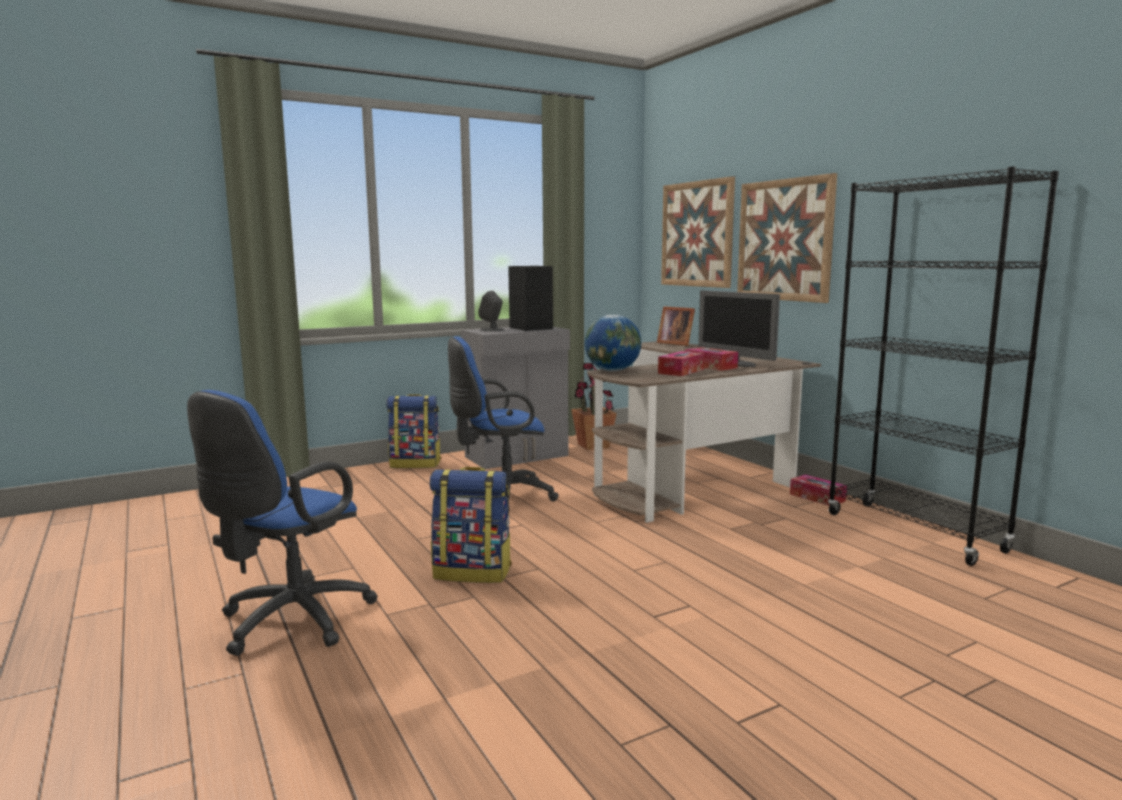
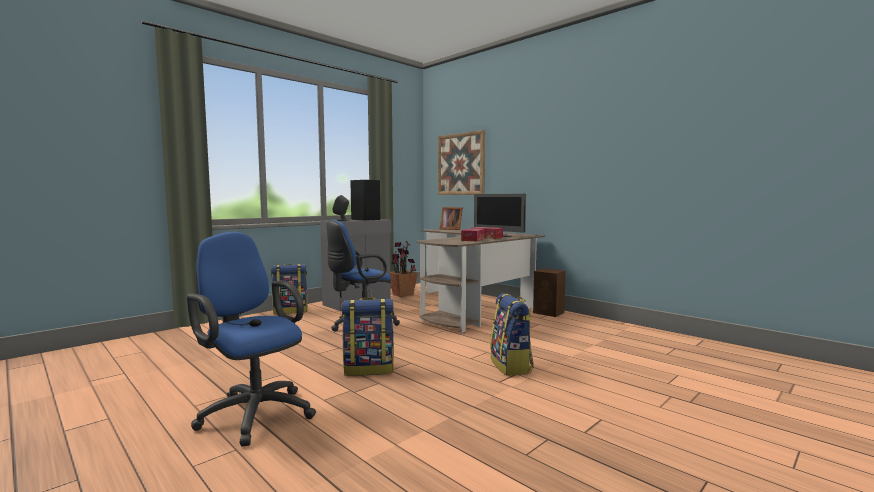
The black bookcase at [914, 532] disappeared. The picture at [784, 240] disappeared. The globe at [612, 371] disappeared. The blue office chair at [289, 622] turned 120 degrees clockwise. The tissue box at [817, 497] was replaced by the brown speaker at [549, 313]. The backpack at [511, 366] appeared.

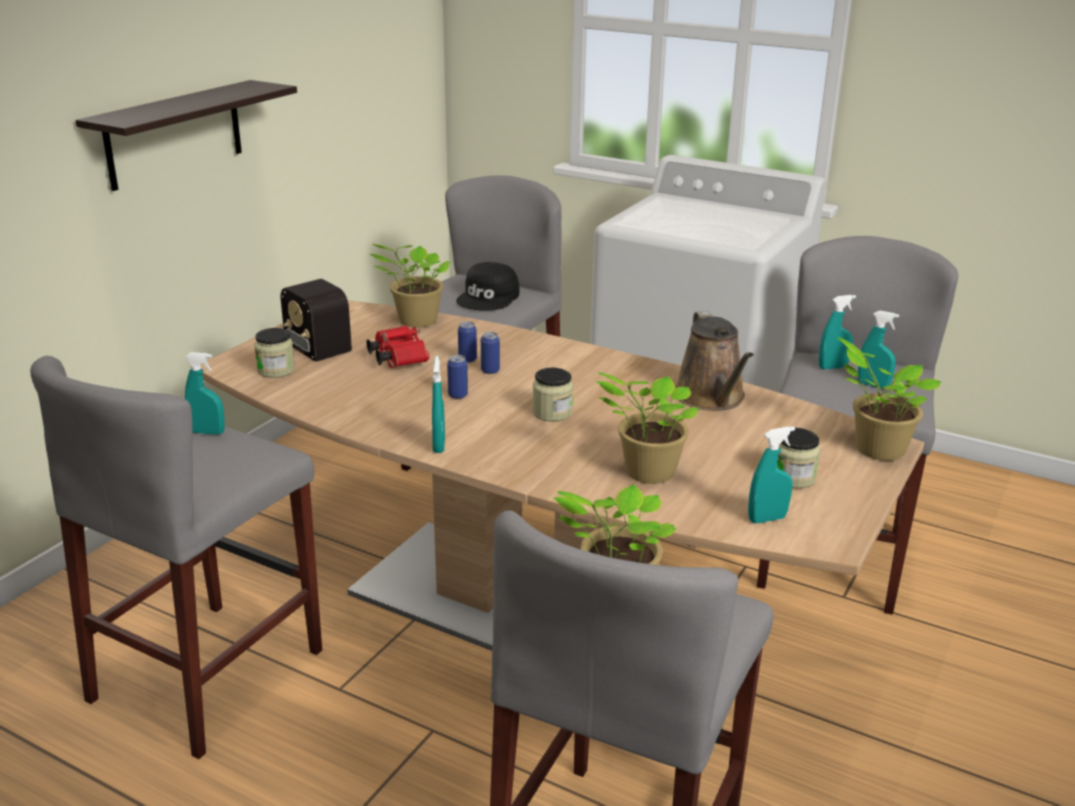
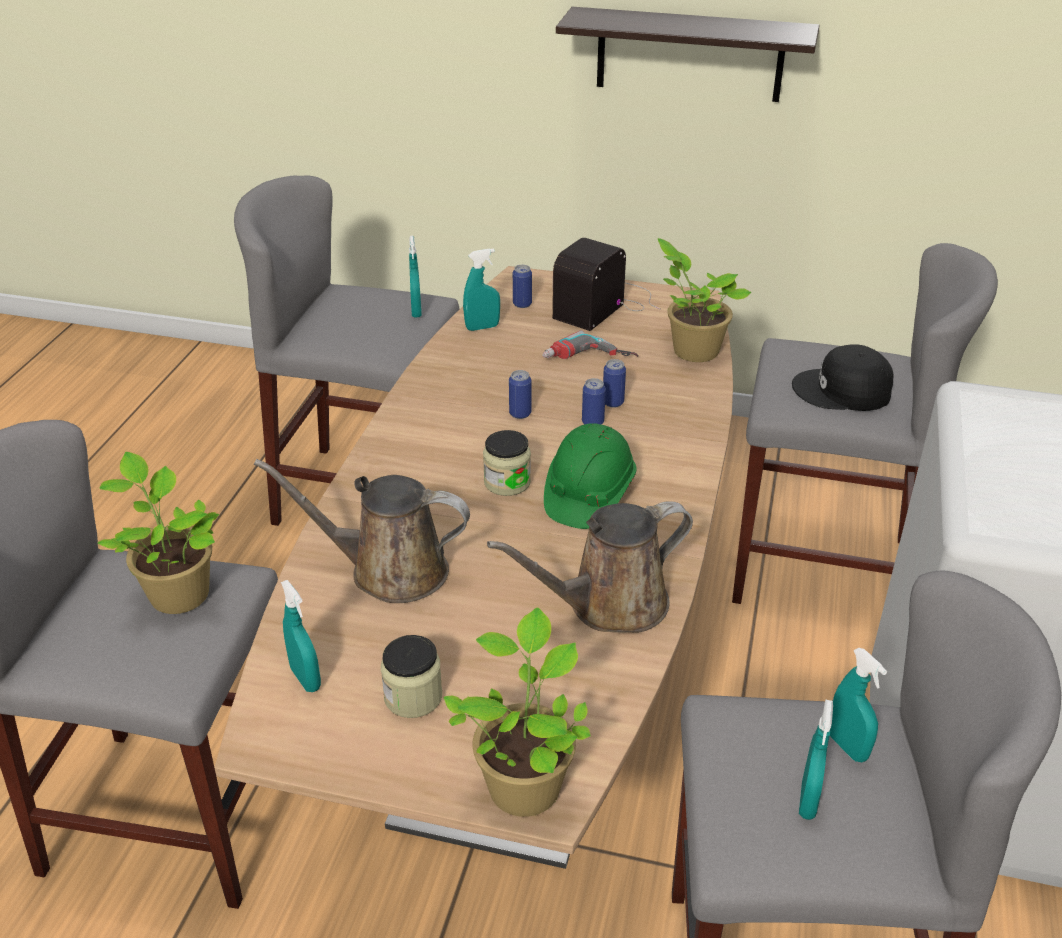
The red binoculars at [397, 358] was replaced by the power drill at [588, 360]. The jar at [276, 370] was replaced by the can at [522, 304]. The turquoise spray bottle moved from [439, 445] to [482, 327]. The potted plant at [646, 472] was replaced by the brown watering can at [389, 570]. The green hard hat at [588, 495] appeared.

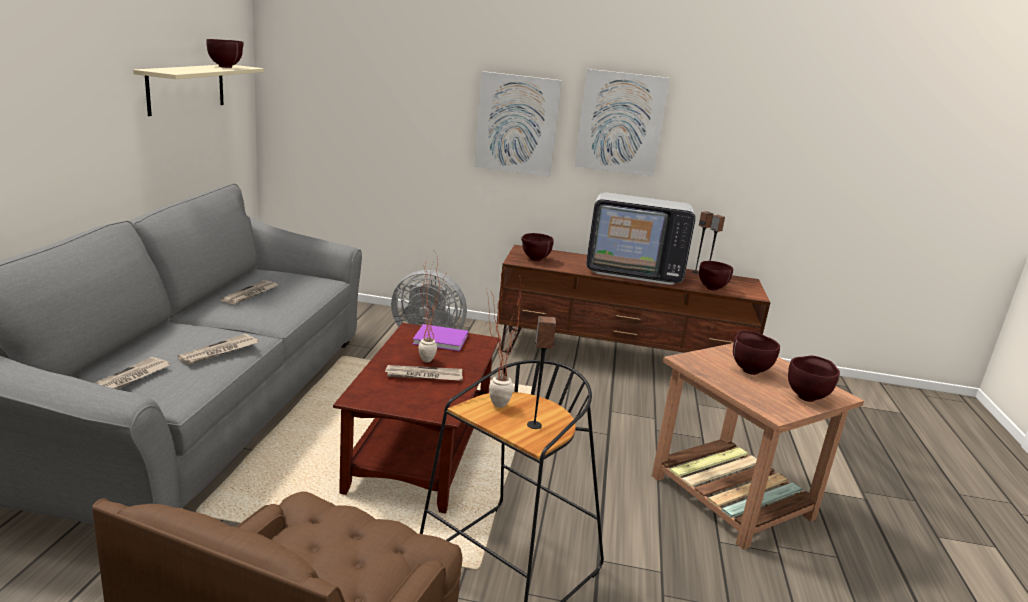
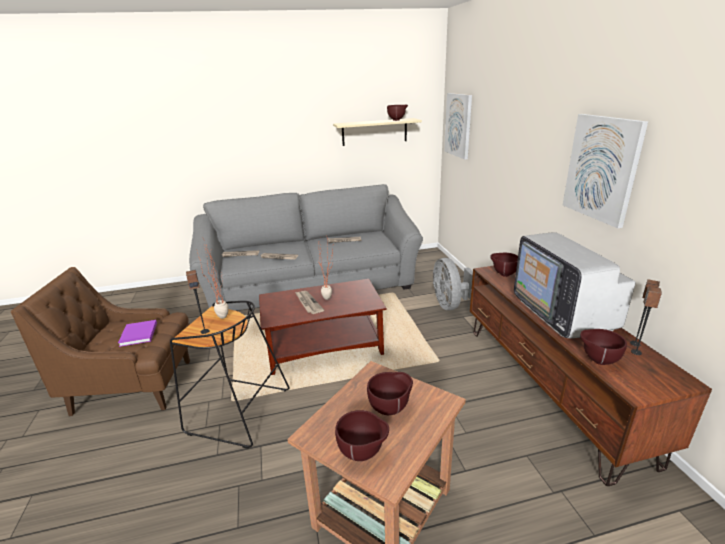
The picture moved from [517, 124] to [458, 125]. The purple book moved from [442, 340] to [138, 335].

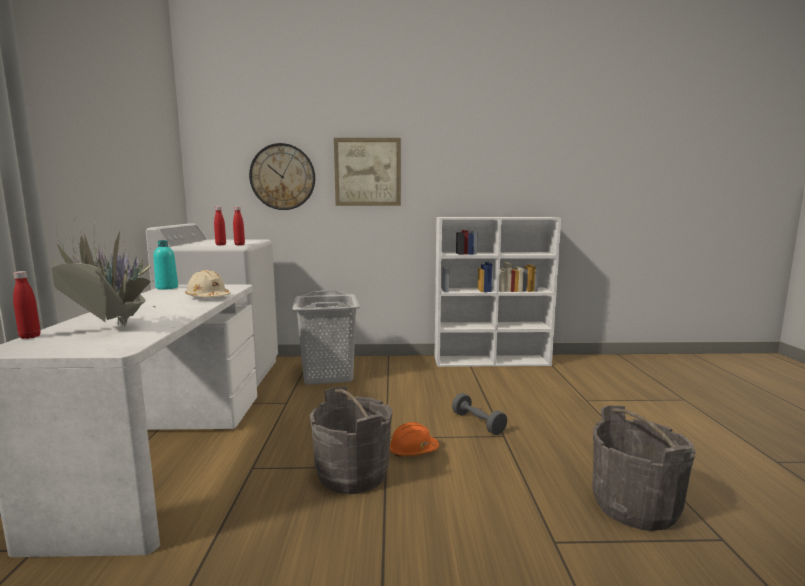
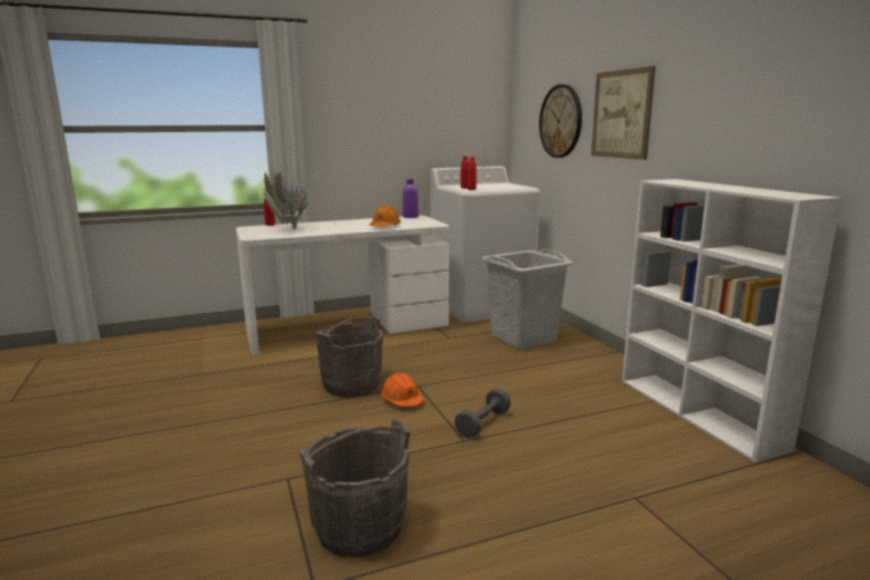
The turquoise bottle at [167, 288] became the purple bottle at [410, 217]. The beige hard hat at [208, 298] became the orange hard hat at [385, 227].

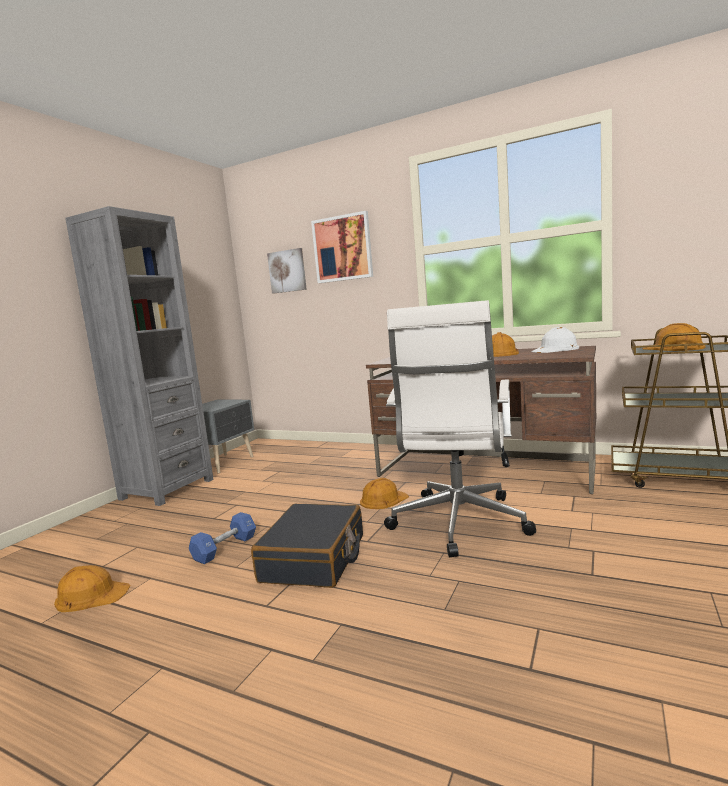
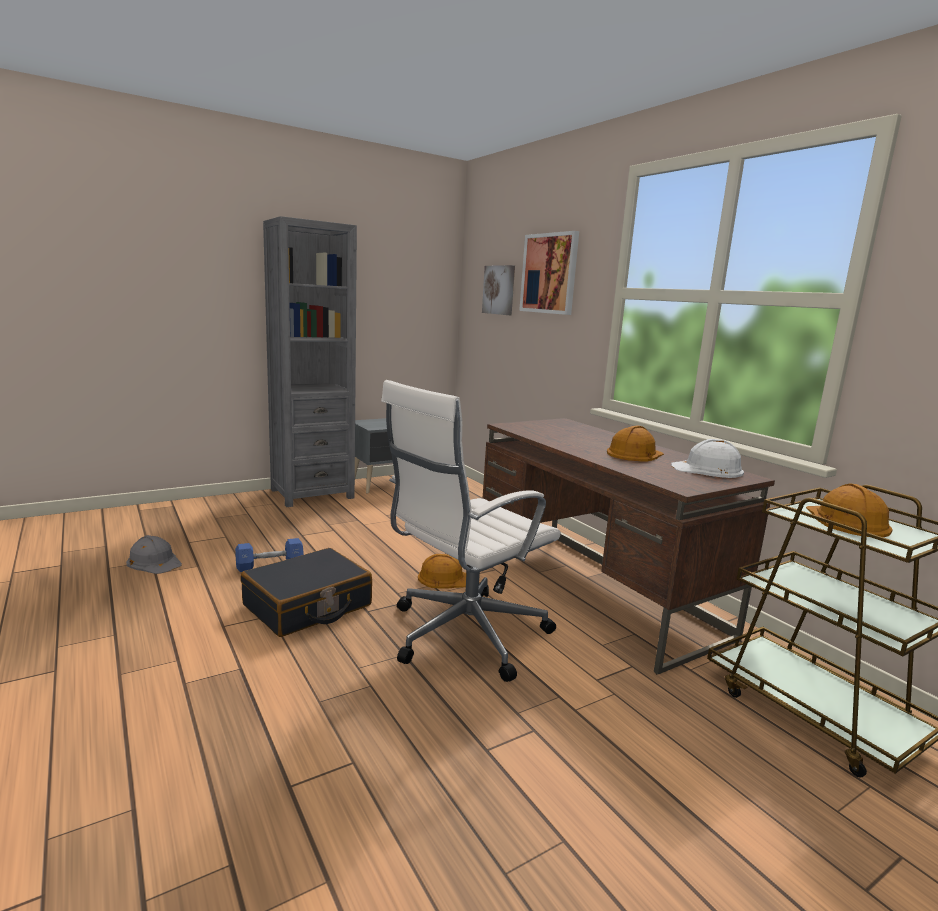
The orange hard hat at [91, 595] became the grey hard hat at [154, 561].

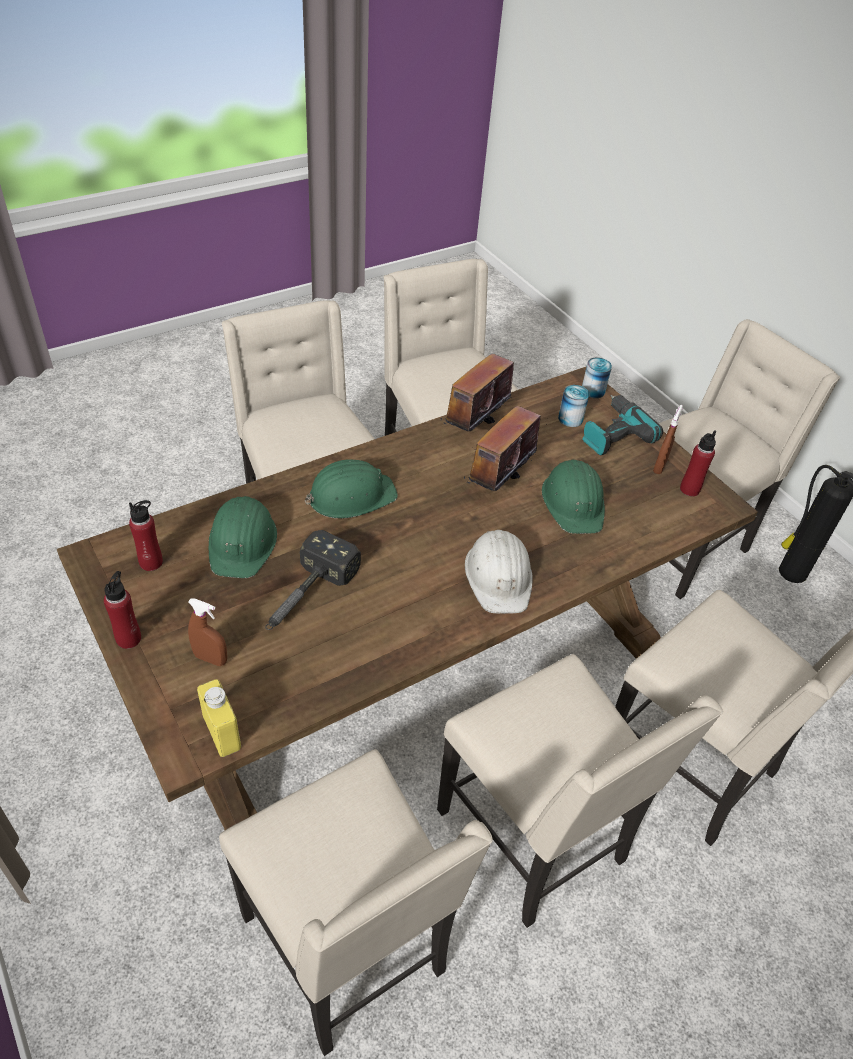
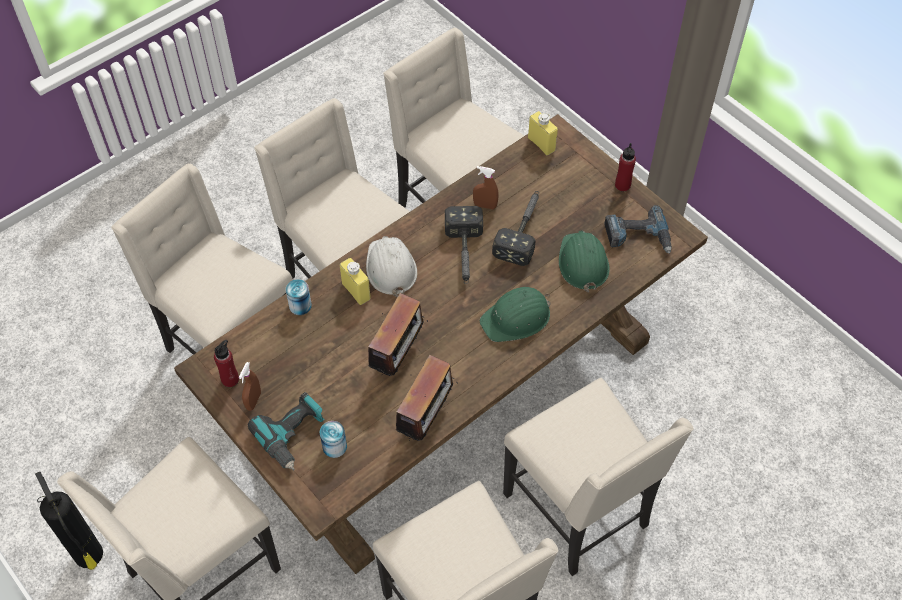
The can moved from [593, 390] to [300, 305]. The green hard hat at [574, 503] disappeared. The red bottle at [151, 562] was replaced by the power drill at [638, 237]. The brown spray bottle moved from [210, 658] to [485, 205]. The hammer at [464, 254] appeared. The yellow bottle at [356, 291] appeared.

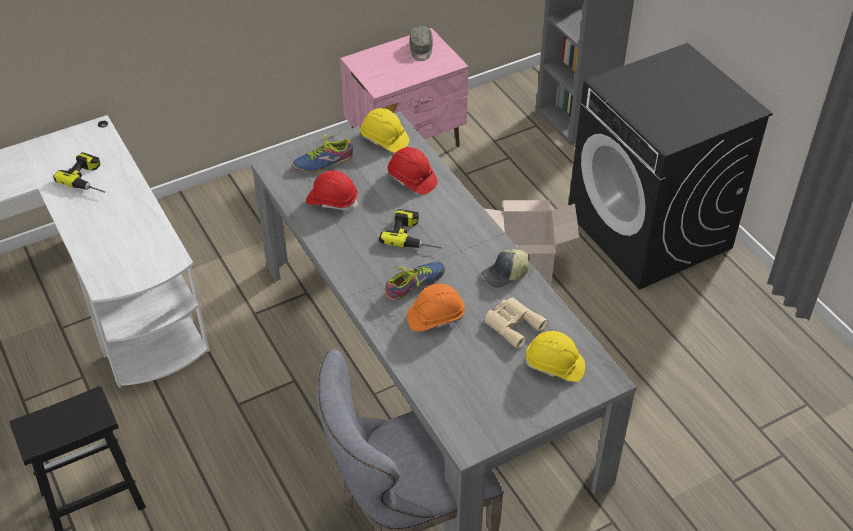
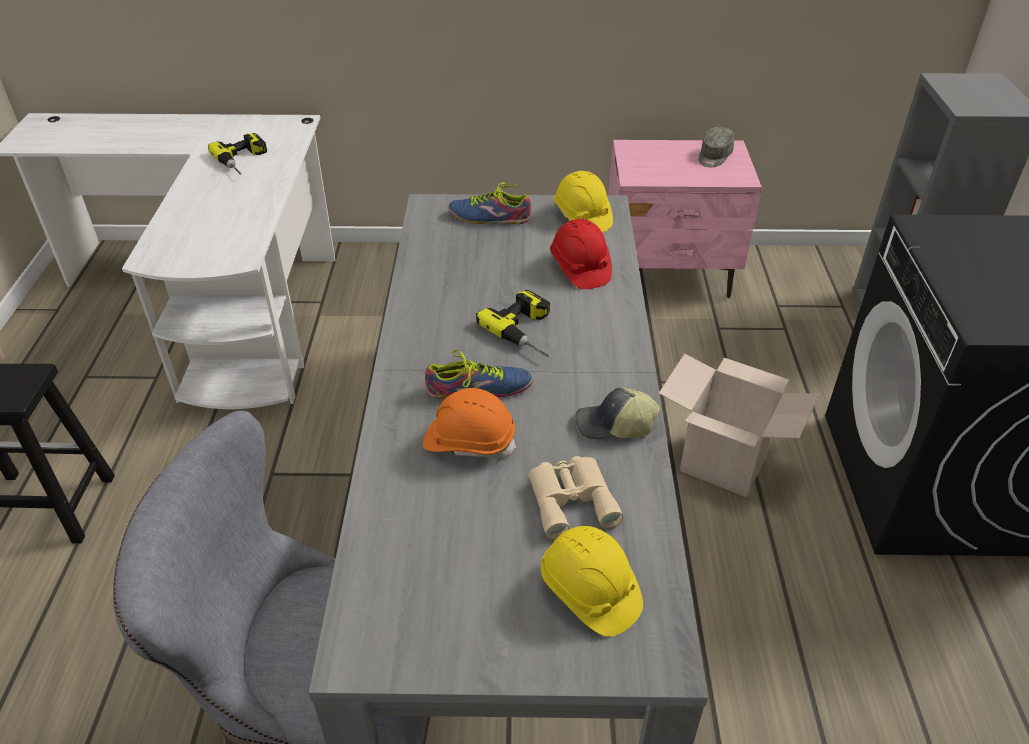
The red hard hat at [332, 201] disappeared.

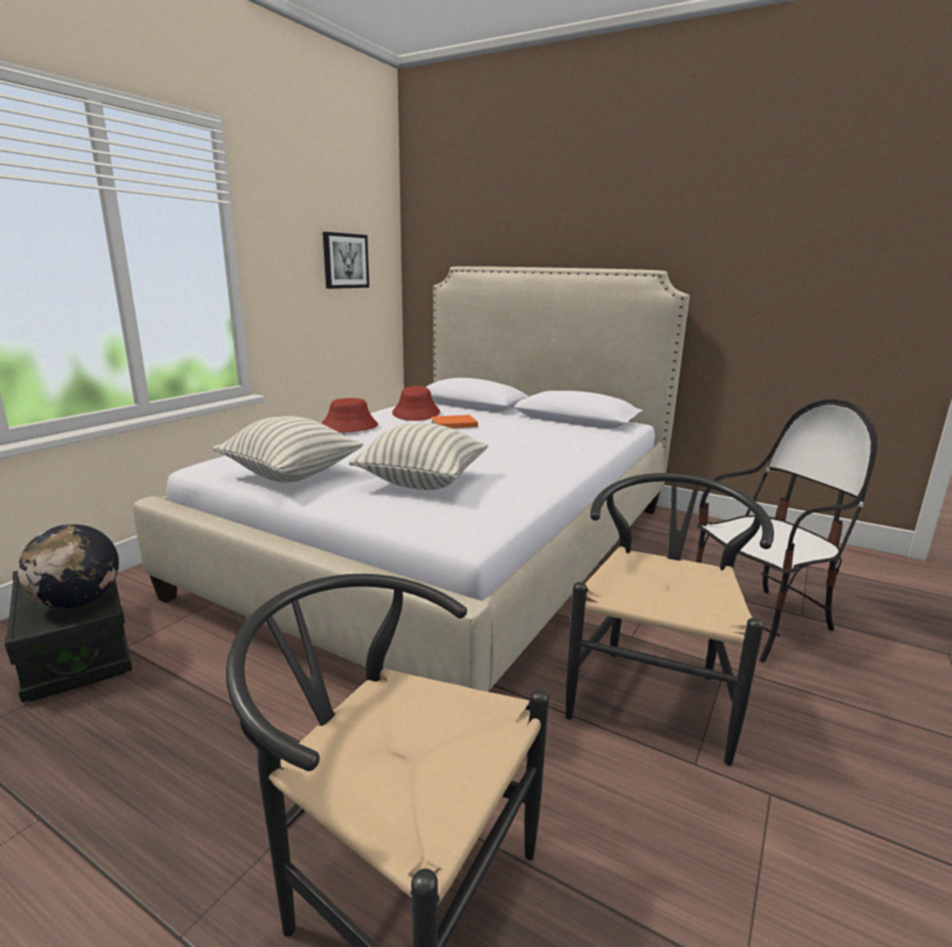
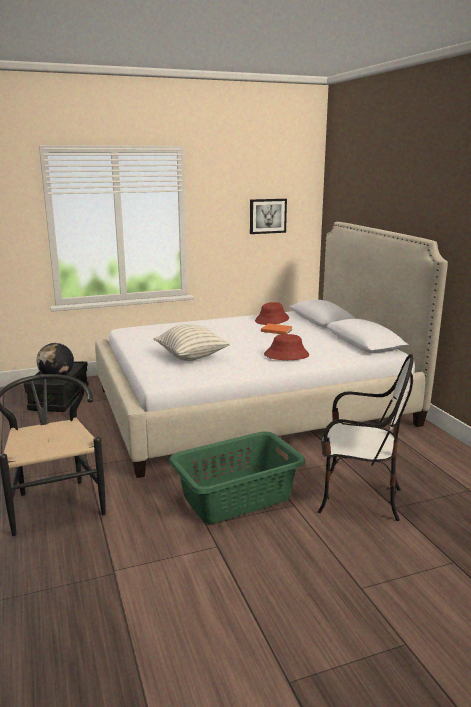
The red hat moved from [349, 427] to [286, 355]. The pillow at [291, 475] disappeared. The black chair at [654, 691] was replaced by the green laundry basket at [238, 497].

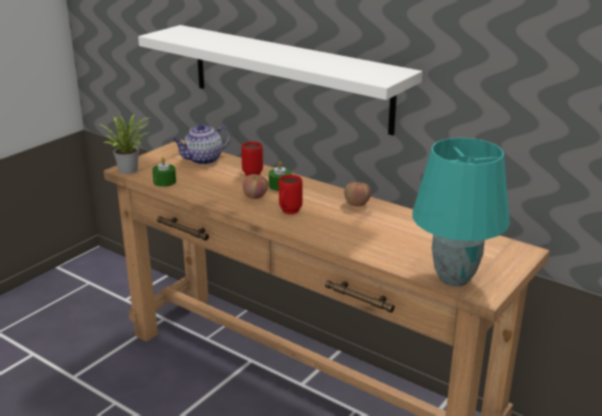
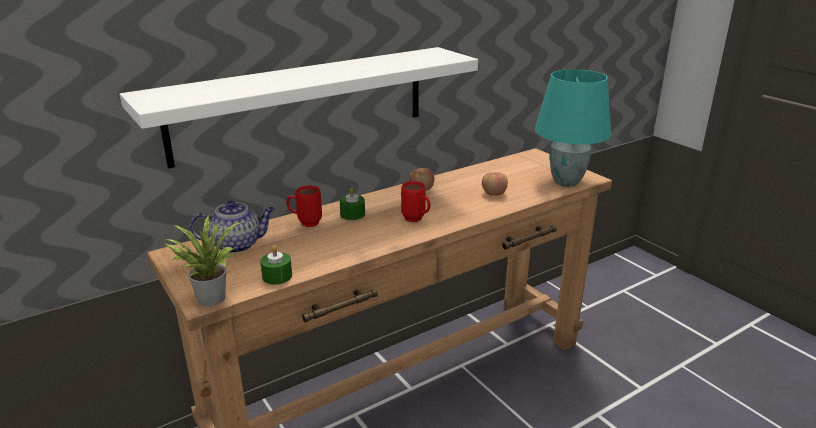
The teapot at [203, 160] turned 90 degrees counterclockwise. The apple moved from [255, 196] to [494, 194].

